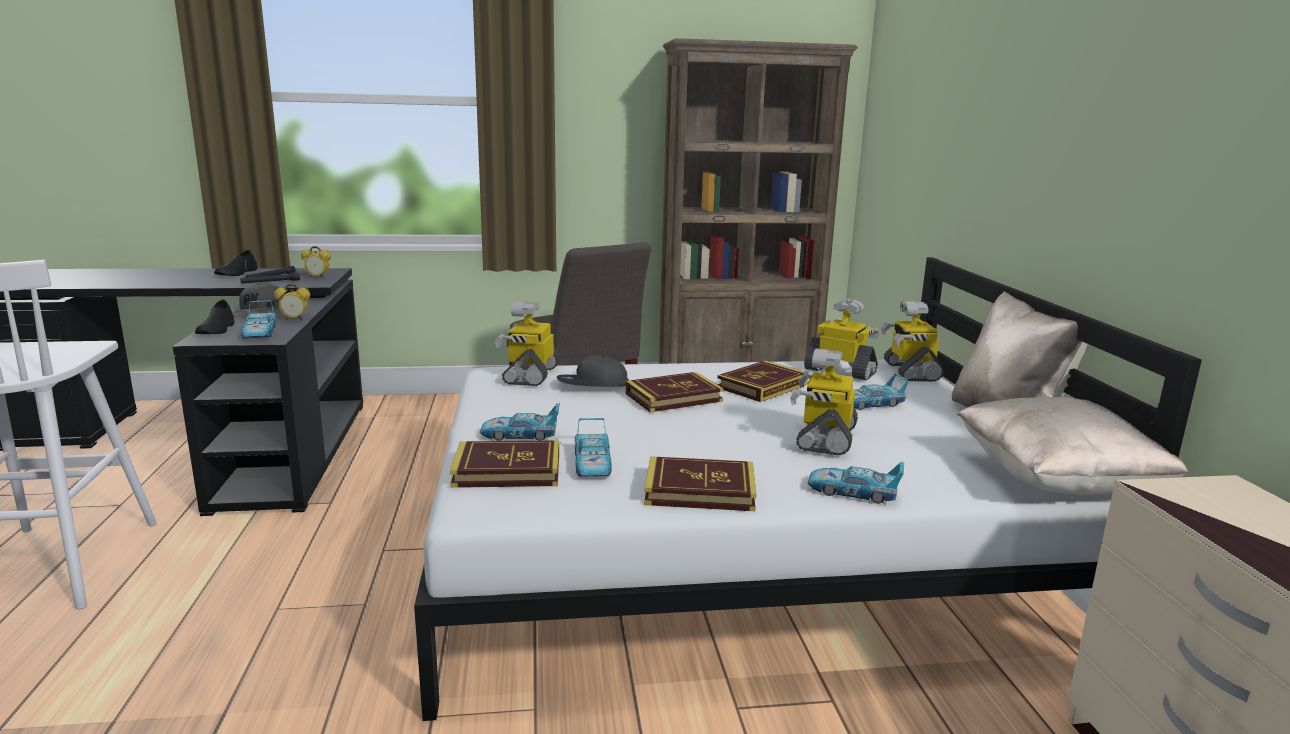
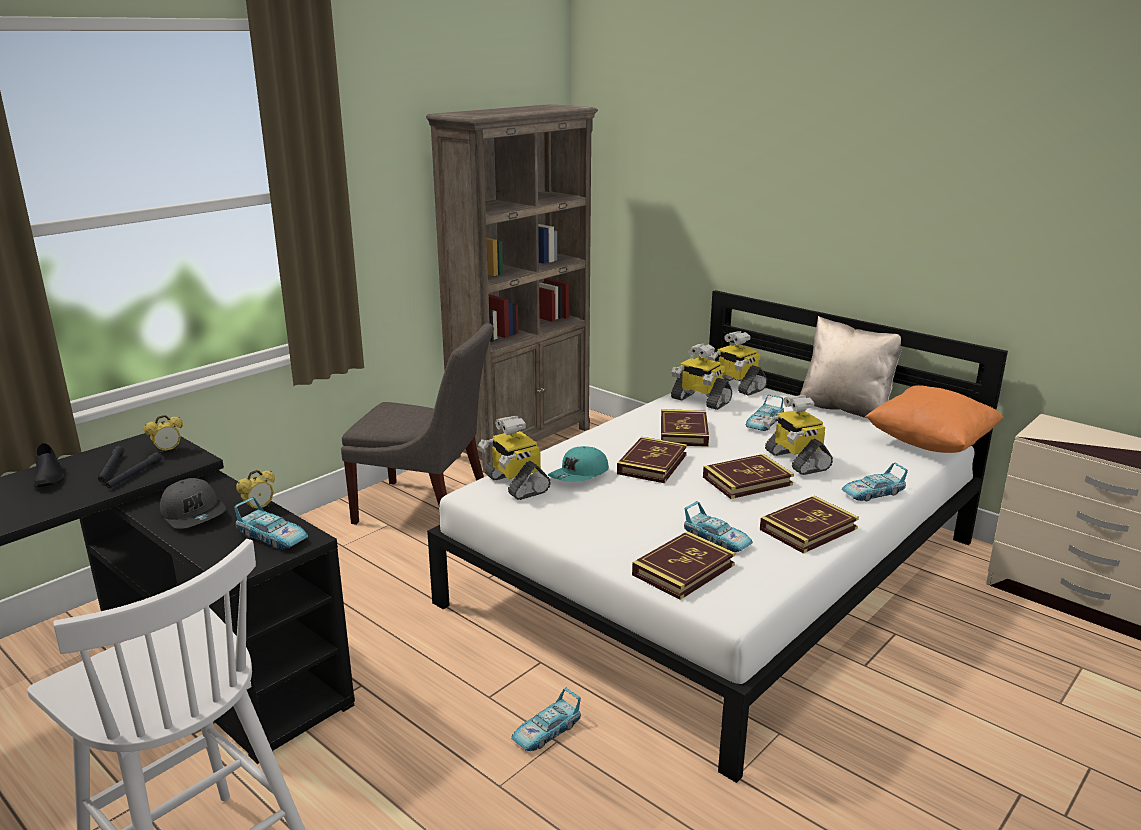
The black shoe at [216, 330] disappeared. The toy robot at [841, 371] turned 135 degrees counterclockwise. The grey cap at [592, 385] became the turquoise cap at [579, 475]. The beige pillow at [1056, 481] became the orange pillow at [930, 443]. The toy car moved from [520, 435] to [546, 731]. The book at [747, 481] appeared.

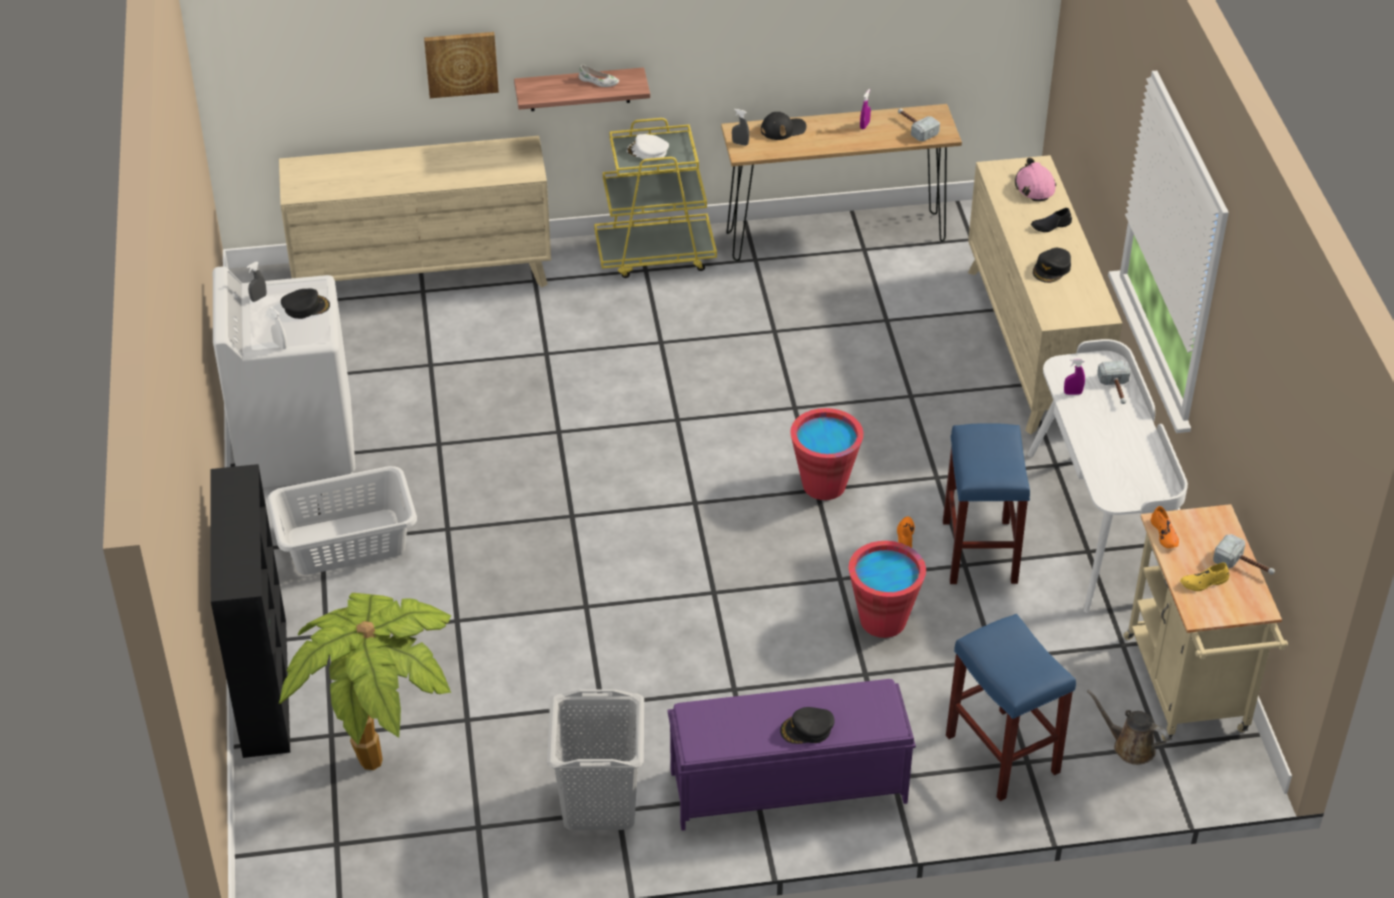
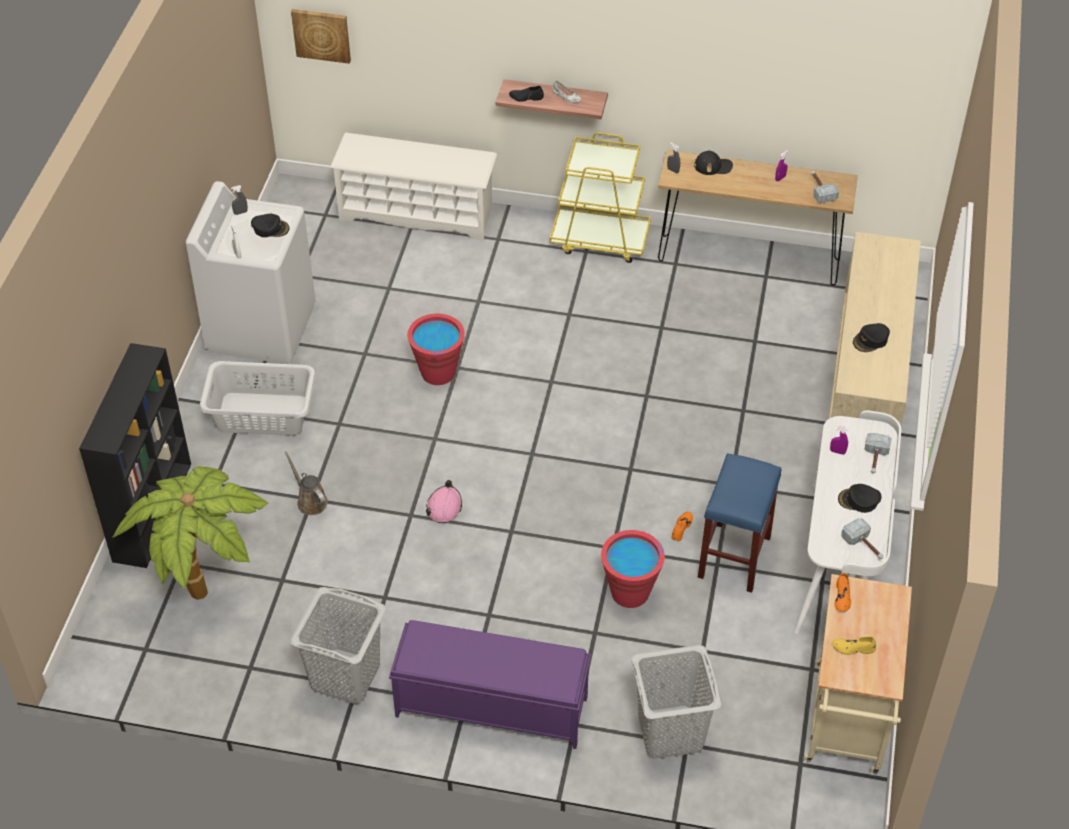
The picture moved from [461, 63] to [321, 35]. The white cap at [647, 151] disappeared. The beige dresser at [423, 274] was replaced by the white shoe rack at [417, 213]. The pink hard hat moved from [1034, 187] to [444, 507]. The black shoe moved from [1050, 225] to [526, 97]. The red bucket moved from [824, 485] to [438, 372]. The hammer moved from [1244, 565] to [864, 546]. The blue stool at [1004, 755] was replaced by the grey laundry basket at [671, 732]. The brown watering can moved from [1129, 746] to [310, 501]. The black cap moved from [807, 729] to [859, 501].

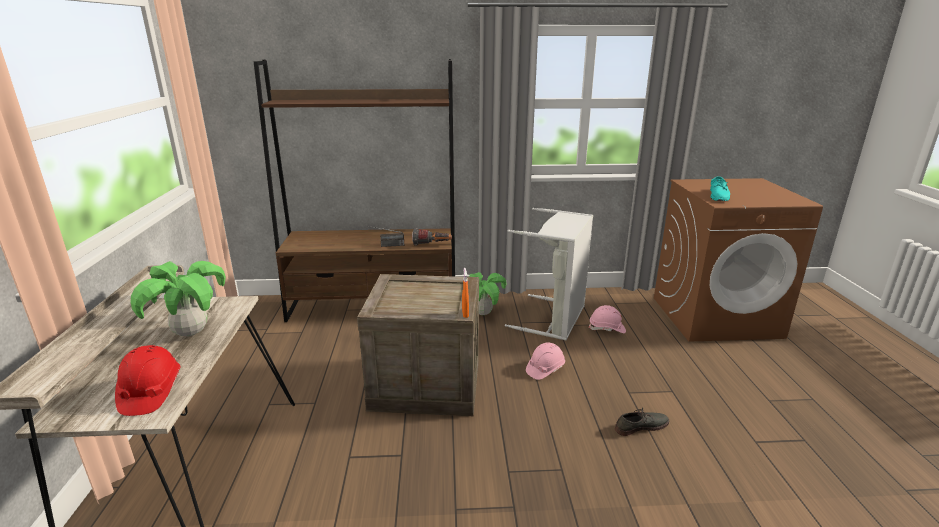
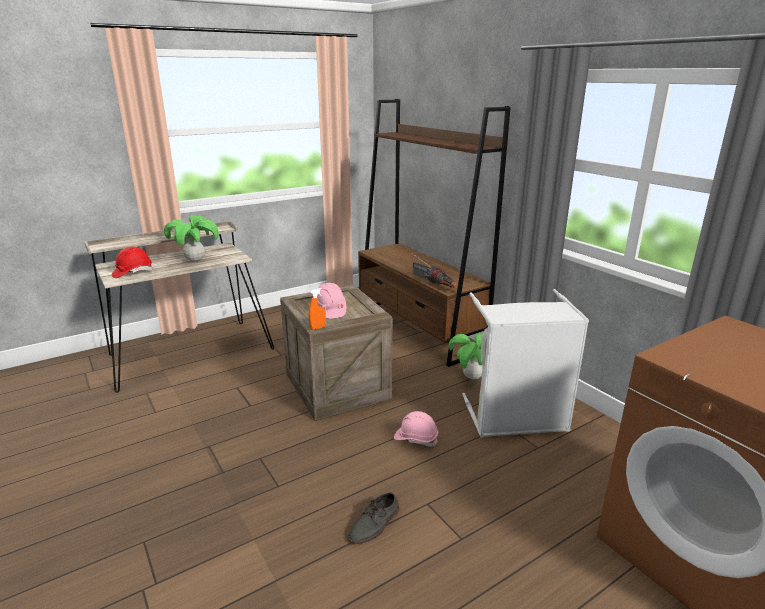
The turquoise shoe at [718, 196] disappeared. The pink hard hat moved from [607, 328] to [330, 310]. The grey shoe at [641, 426] turned 90 degrees clockwise.

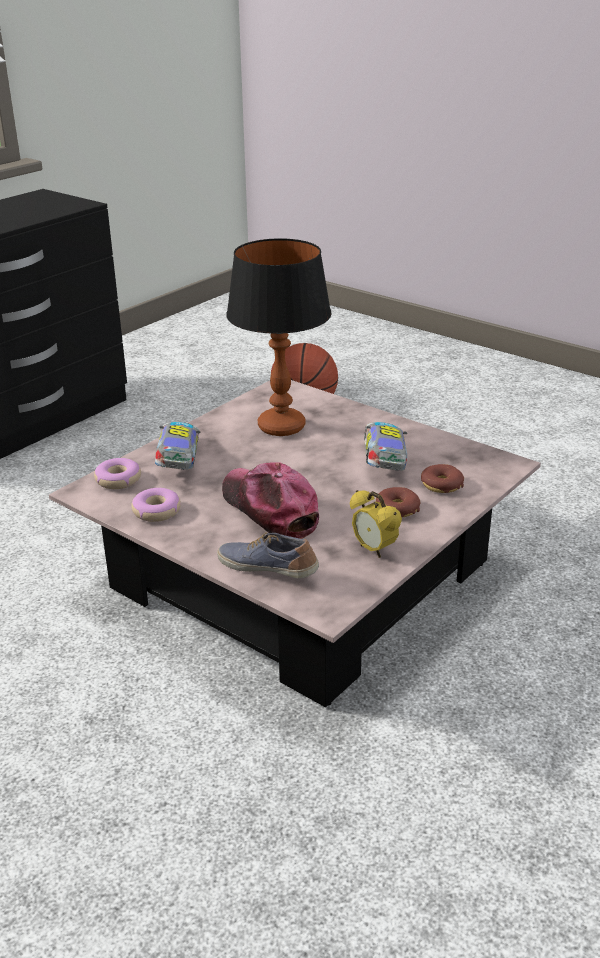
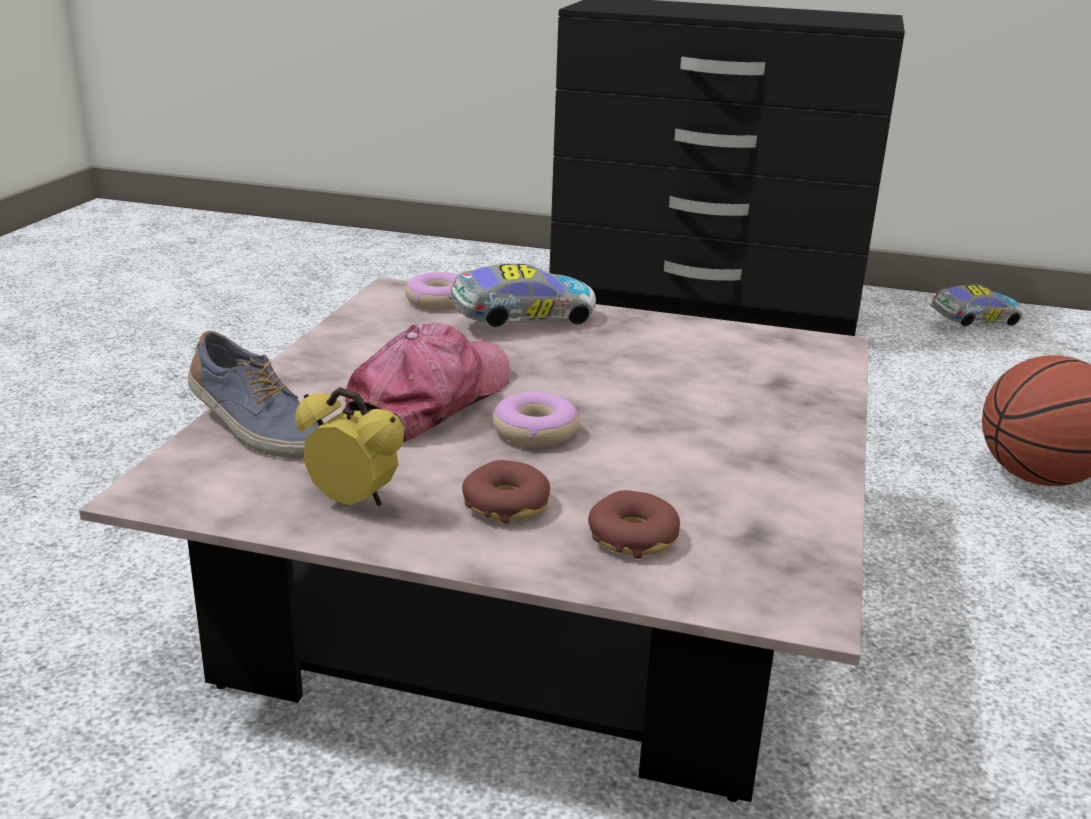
The table lamp at [281, 427] disappeared. The toy car moved from [385, 461] to [973, 323]. The donut moved from [156, 511] to [535, 431]. The alarm clock at [374, 550] turned 90 degrees clockwise. The shoe at [268, 569] turned 120 degrees clockwise.

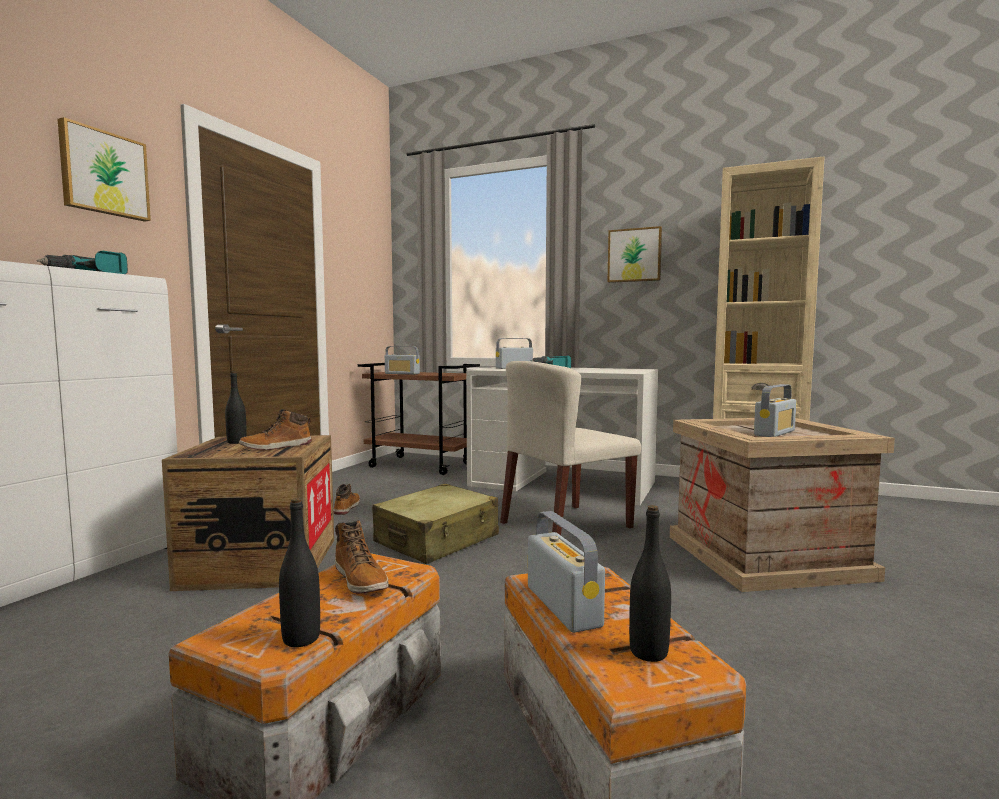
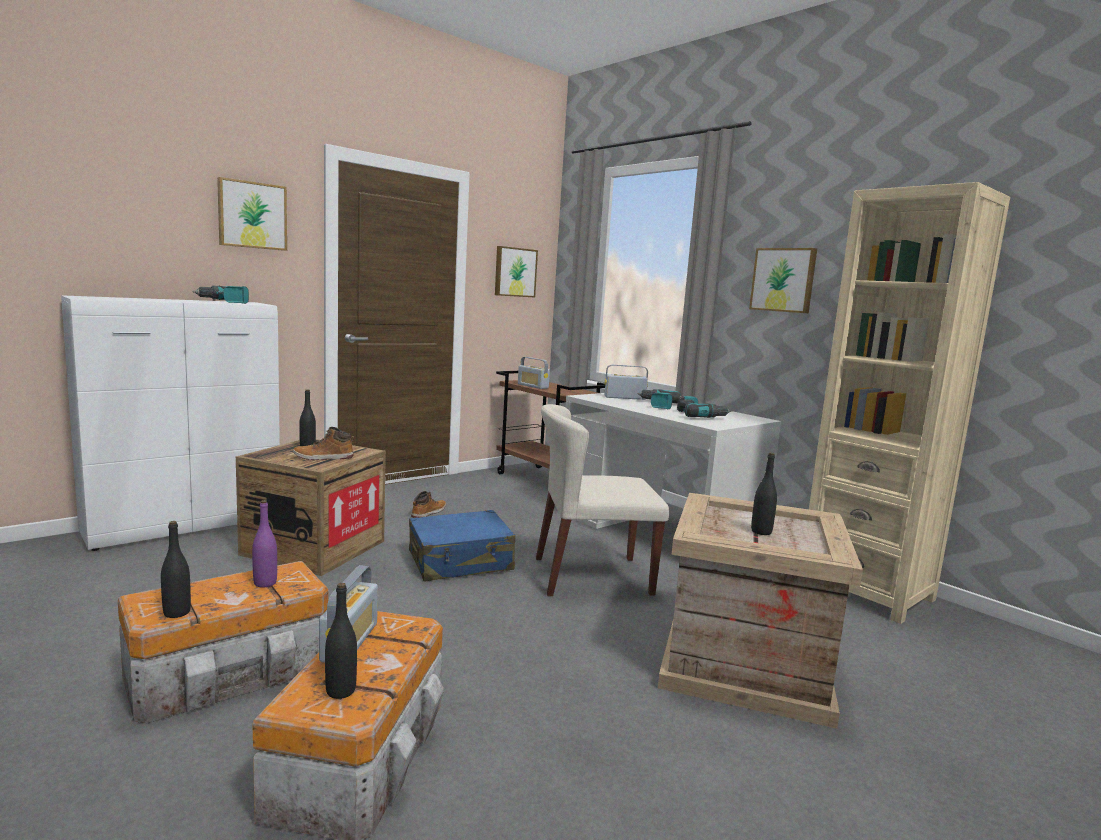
The radio at [774, 433] was replaced by the black bottle at [761, 532]. The beige suitcase at [437, 540] became the blue suitcase at [460, 561]. The boot at [361, 580] was replaced by the purple bottle at [265, 583]. The picture at [514, 272] appeared. The power drill at [699, 415] appeared.

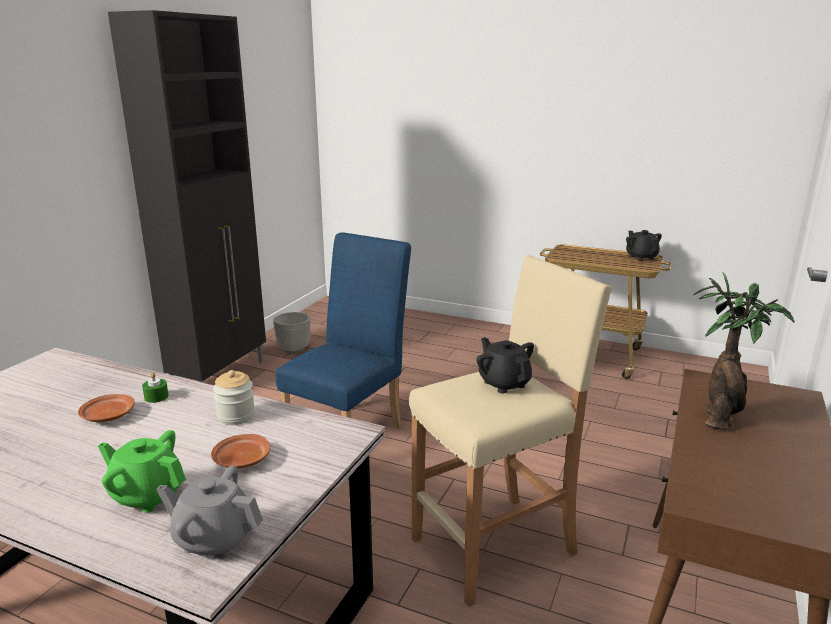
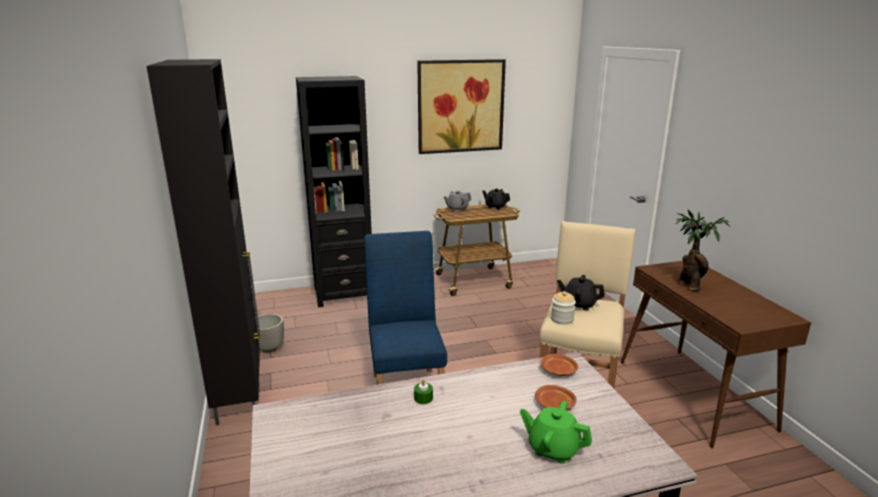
The jar moved from [236, 416] to [562, 319]. The brown plate moved from [108, 416] to [558, 371]. The green teapot at [147, 495] turned 45 degrees clockwise. The grey teapot moved from [214, 539] to [457, 209]. The picture at [460, 106] appeared. The black bookcase at [343, 293] appeared.

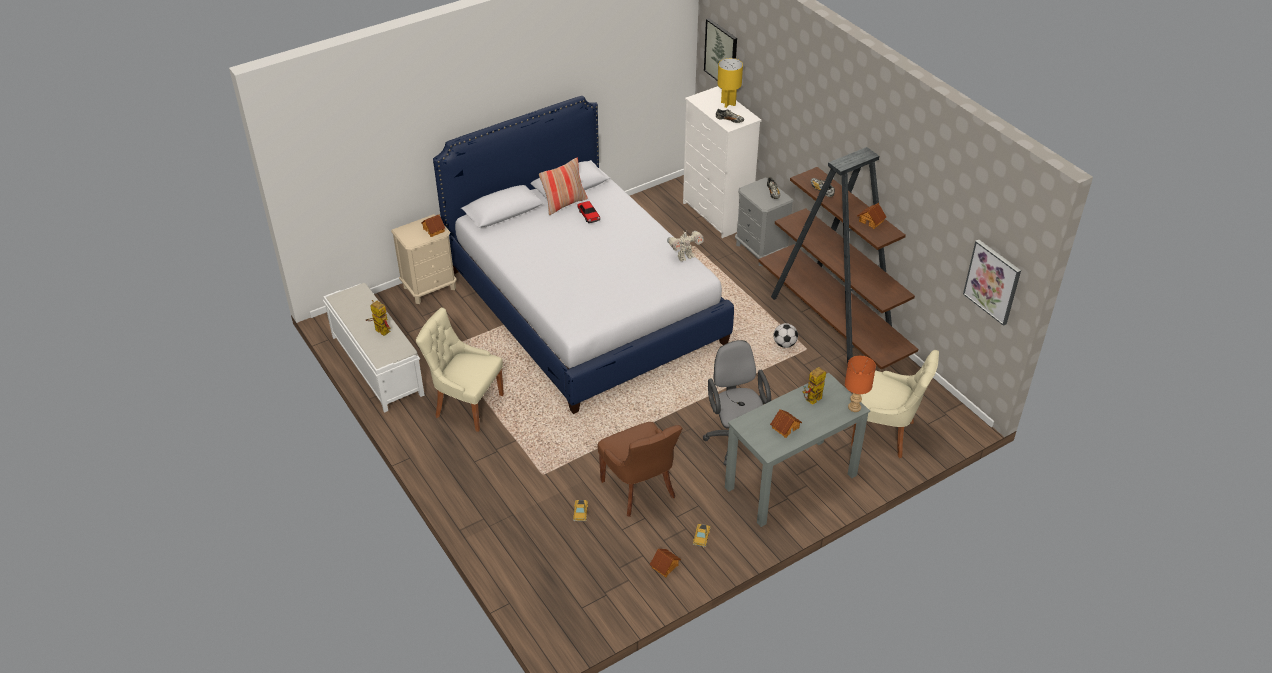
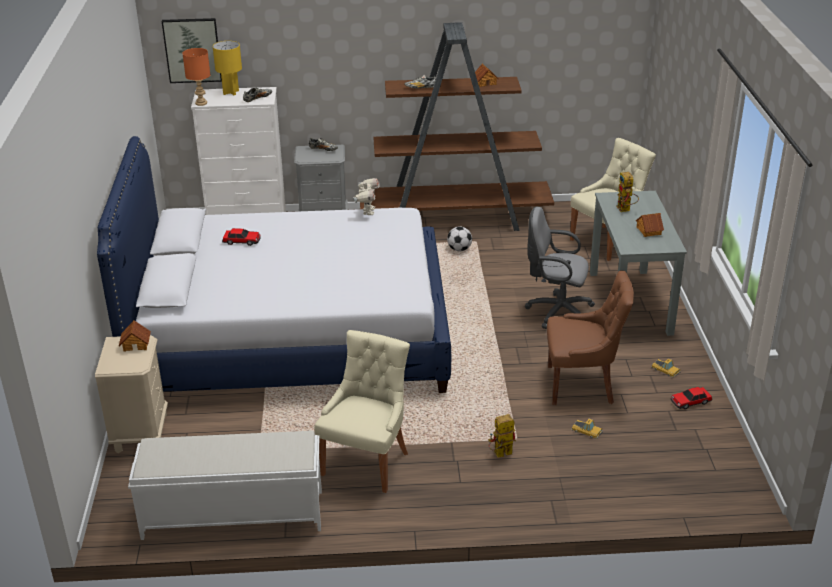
The pillow at [564, 204] disappeared. The picture at [992, 281] disappeared. The toy robot moved from [379, 330] to [500, 455]. The beige chair at [466, 405] turned 150 degrees clockwise. The orange table lamp moved from [854, 407] to [200, 103]. The toy house at [665, 566] was replaced by the toy car at [690, 402].

